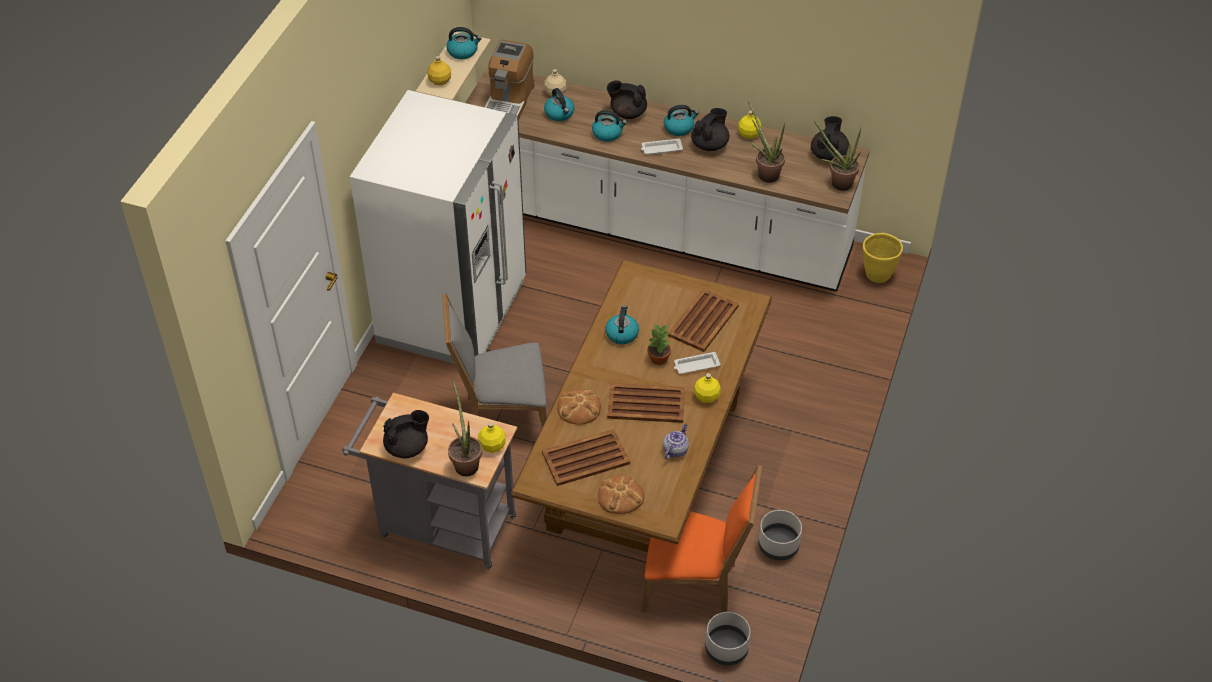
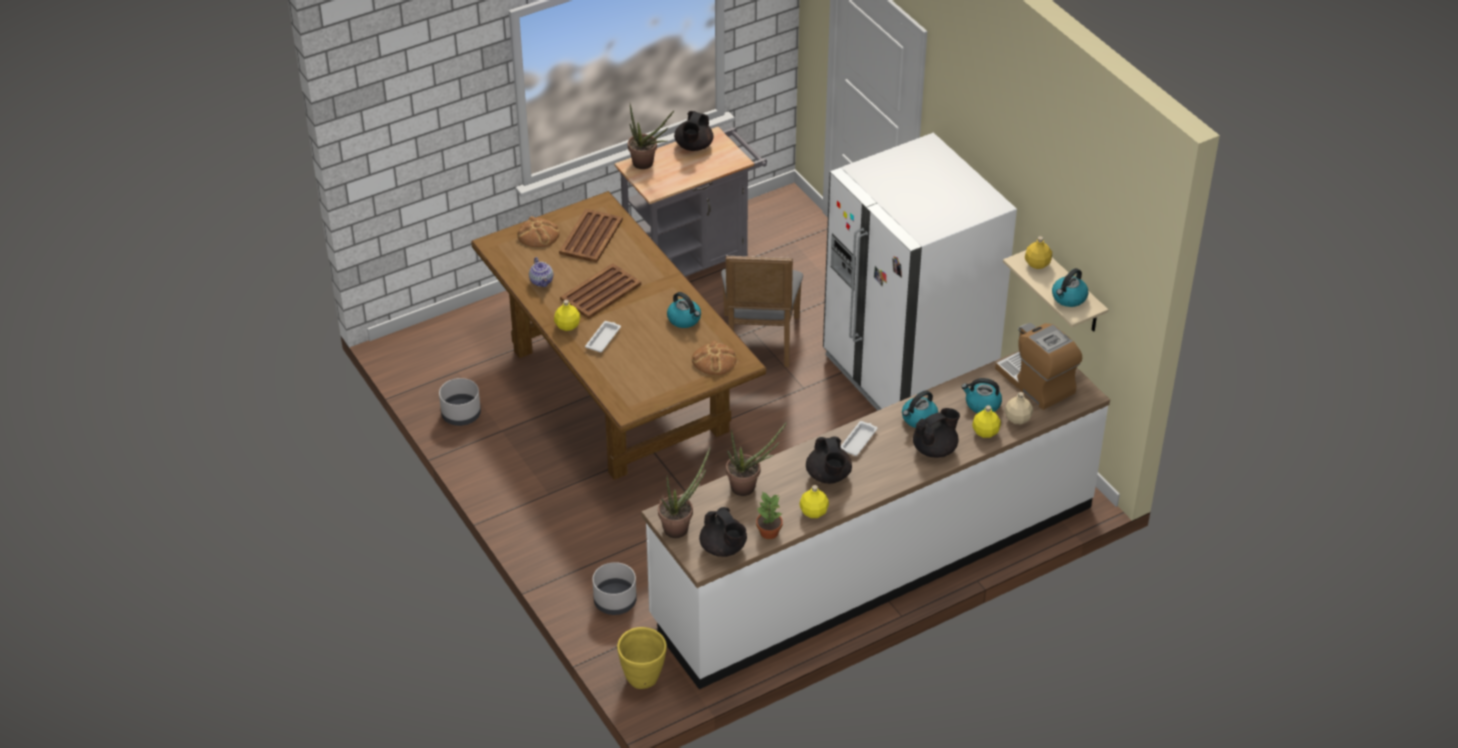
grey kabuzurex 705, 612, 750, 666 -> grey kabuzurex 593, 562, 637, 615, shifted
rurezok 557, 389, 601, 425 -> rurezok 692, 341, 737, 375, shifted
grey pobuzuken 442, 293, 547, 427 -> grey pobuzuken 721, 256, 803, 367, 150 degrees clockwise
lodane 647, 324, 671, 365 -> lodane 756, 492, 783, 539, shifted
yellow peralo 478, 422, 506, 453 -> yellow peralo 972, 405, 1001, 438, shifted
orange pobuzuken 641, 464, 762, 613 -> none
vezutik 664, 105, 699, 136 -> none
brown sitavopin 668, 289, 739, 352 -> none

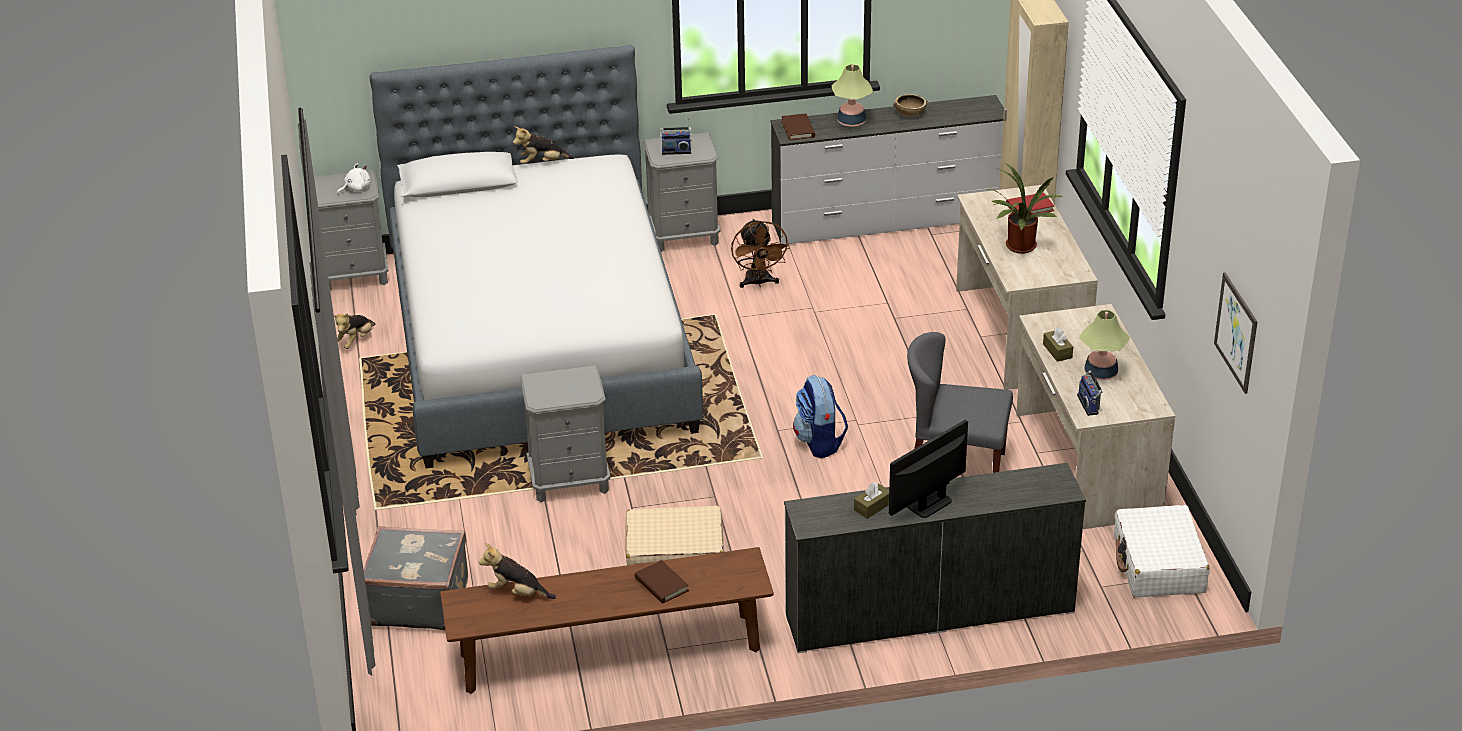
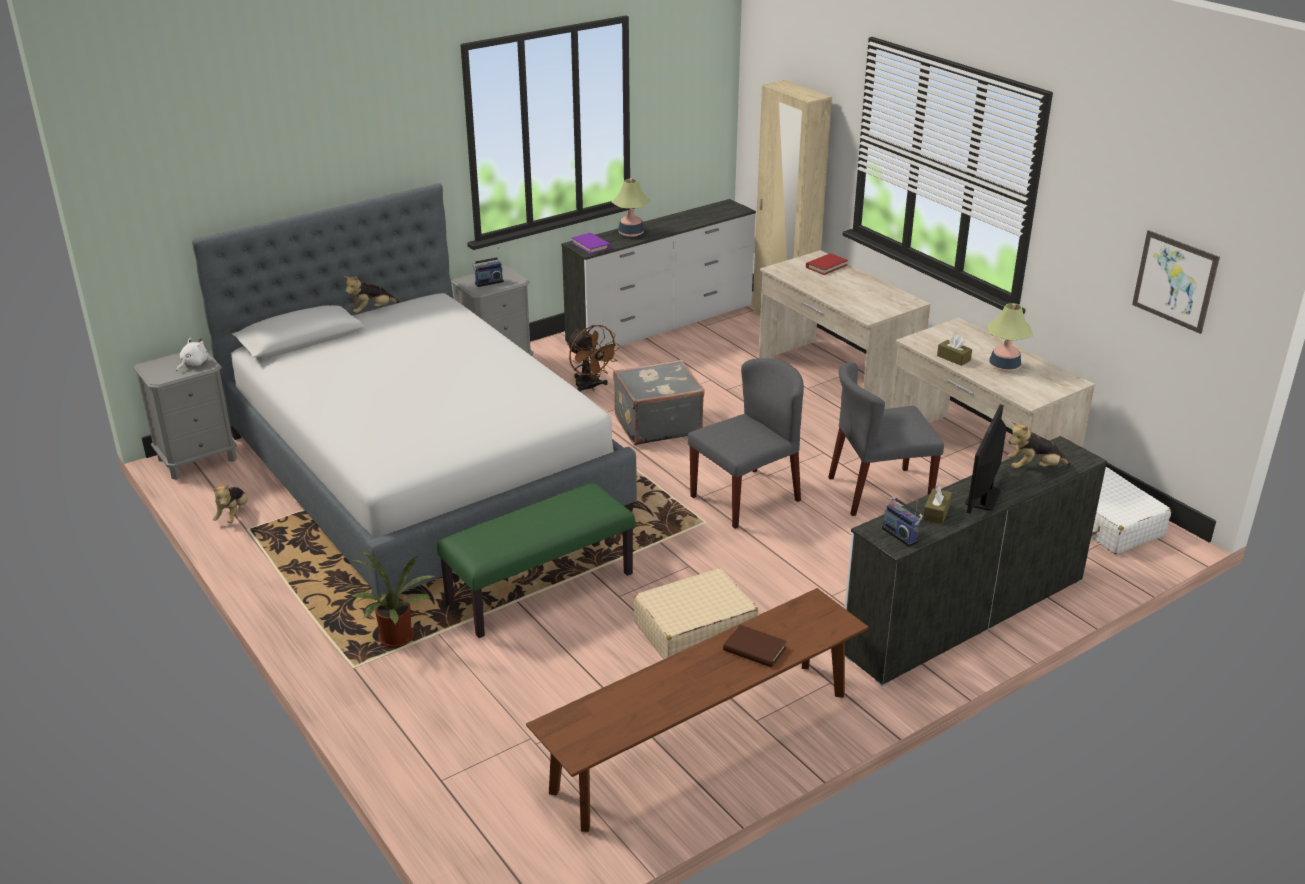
lodane 987, 163, 1063, 254 -> lodane 343, 551, 436, 648, shifted
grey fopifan 520, 365, 611, 502 -> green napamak 437, 483, 635, 638
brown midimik 781, 114, 815, 141 -> purple midimik 572, 233, 611, 254
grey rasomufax 363, 526, 468, 630 -> grey rasomufax 613, 360, 705, 446, shifted
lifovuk 793, 375, 848, 458 -> grey pobuzuken 687, 358, 804, 529
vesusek 1077, 370, 1102, 416 -> vesusek 882, 497, 923, 547, shifted
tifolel 479, 543, 556, 599 -> tifolel 1007, 422, 1072, 469, shifted
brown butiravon 893, 94, 927, 116 -> none

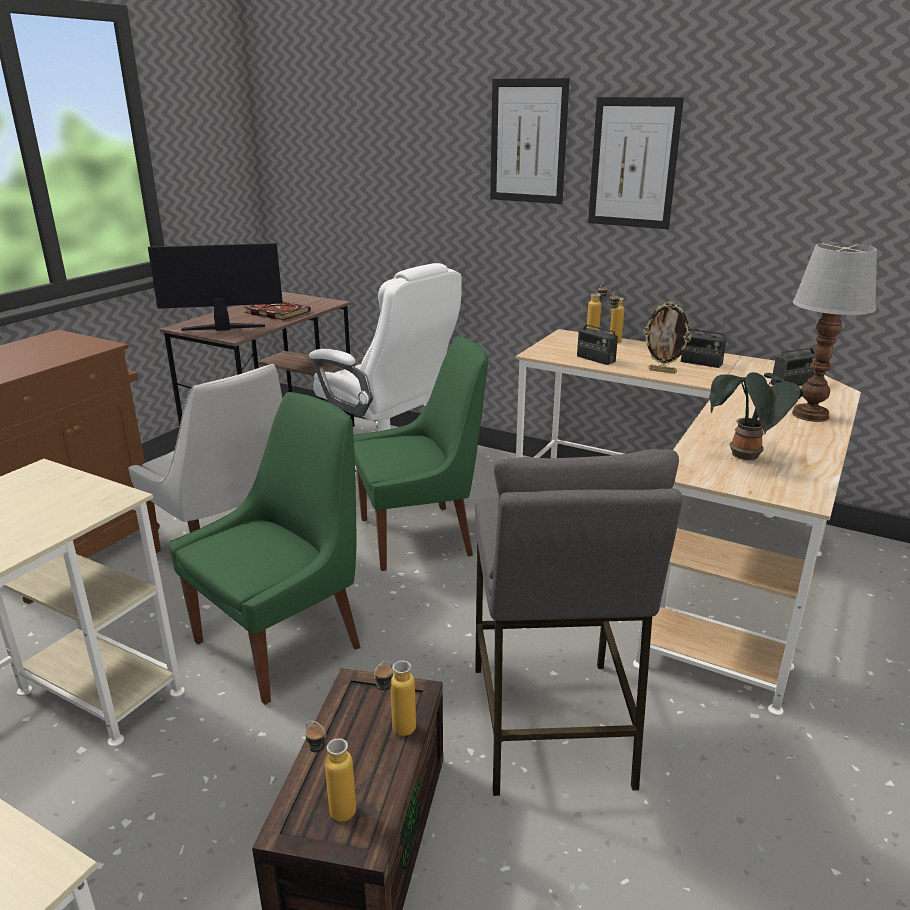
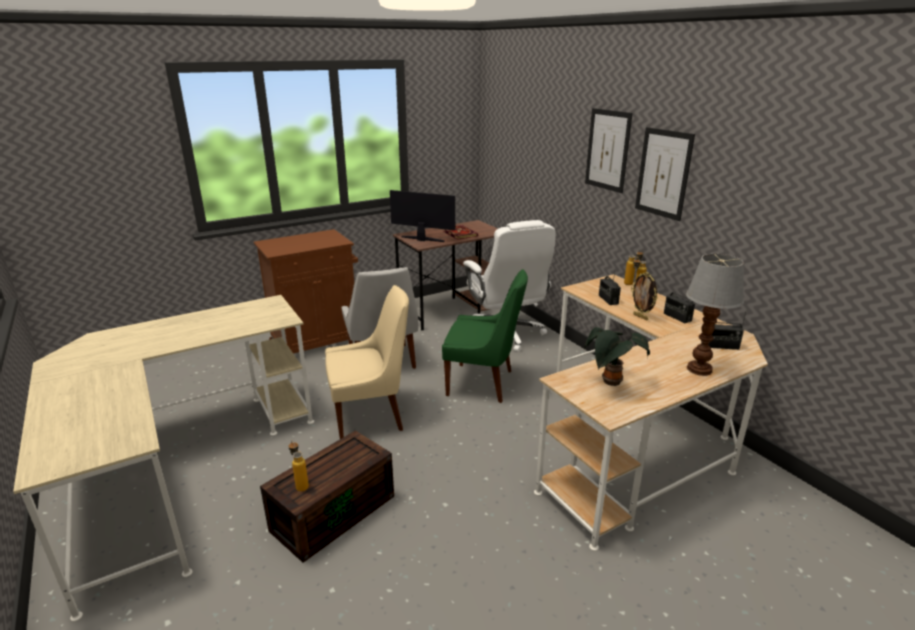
green pobuzuken 169, 392, 361, 705 -> beige pobuzuken 325, 285, 409, 439
peralo 374, 661, 416, 736 -> none
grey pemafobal 475, 449, 682, 796 -> none

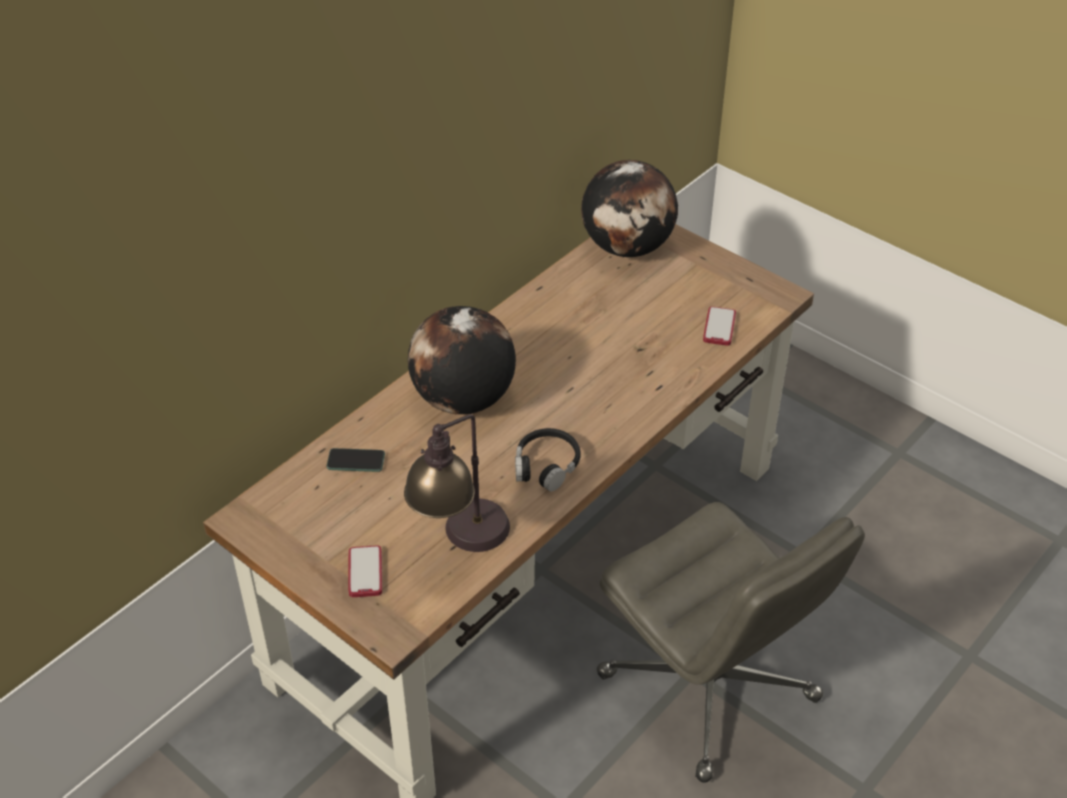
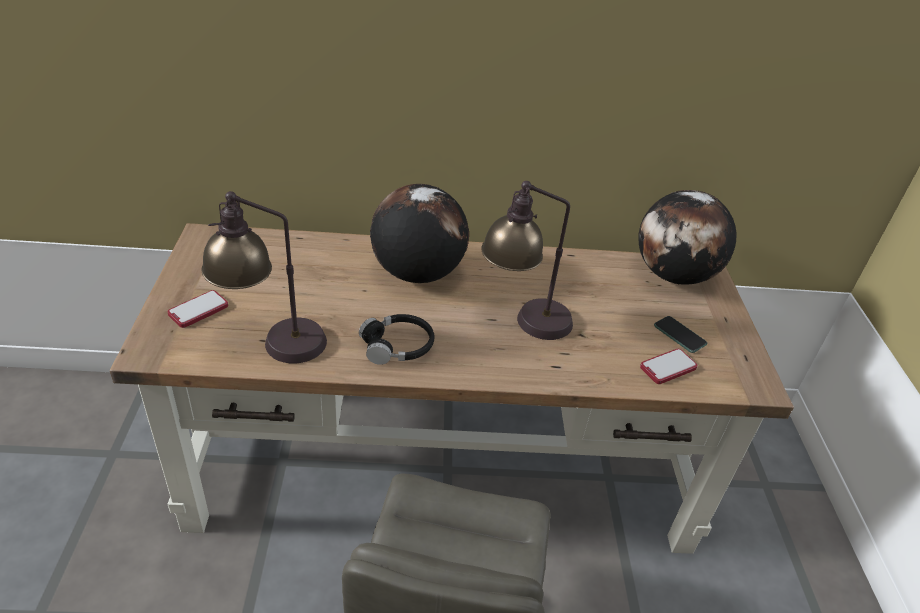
none -> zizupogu 481, 181, 573, 340
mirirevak 327, 448, 385, 472 -> mirirevak 654, 316, 707, 353, shifted

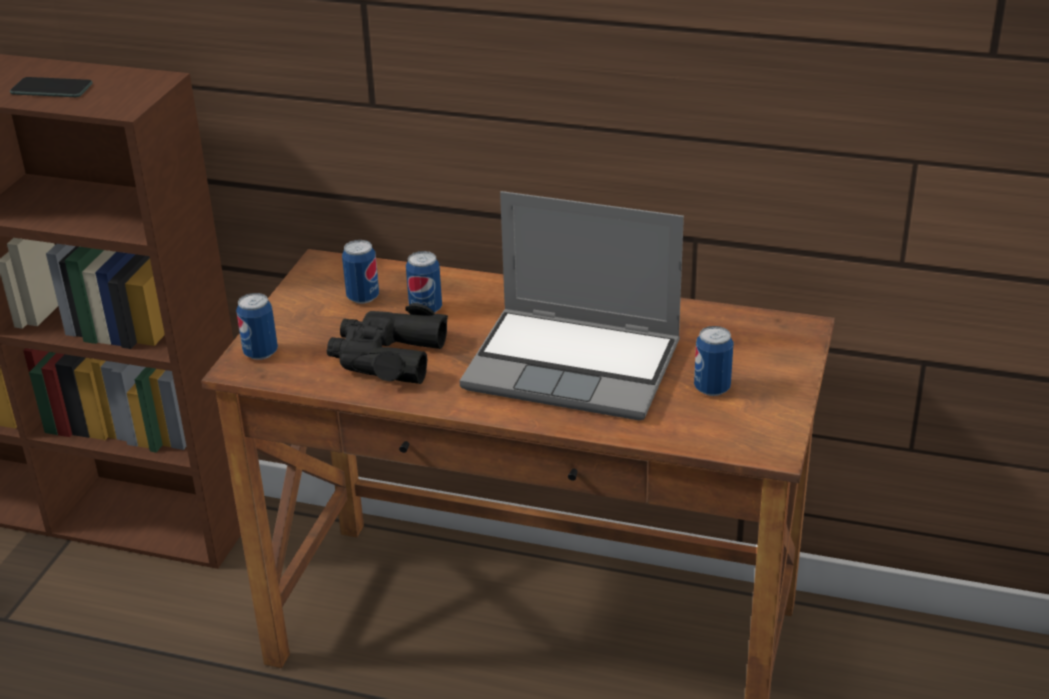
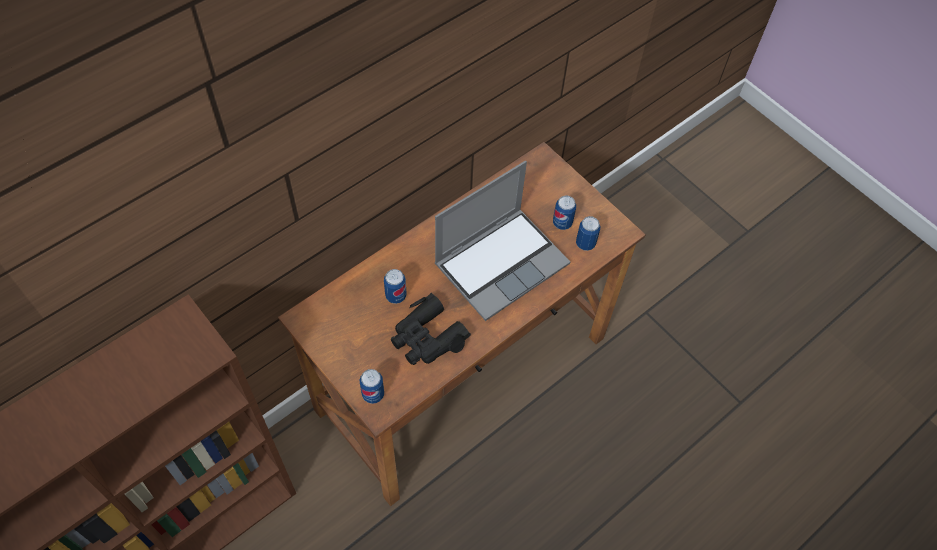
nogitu 342, 240, 379, 304 -> nogitu 576, 216, 600, 251, shifted
mirirevak 10, 77, 93, 97 -> none

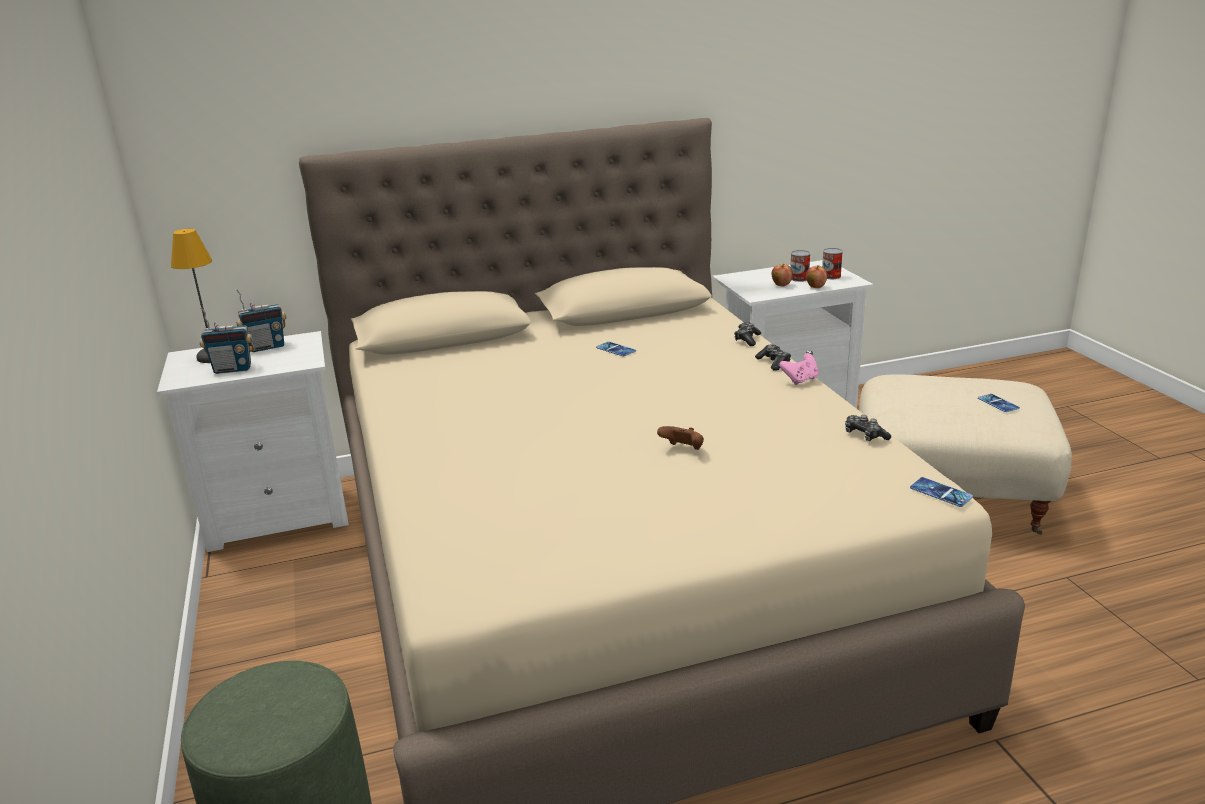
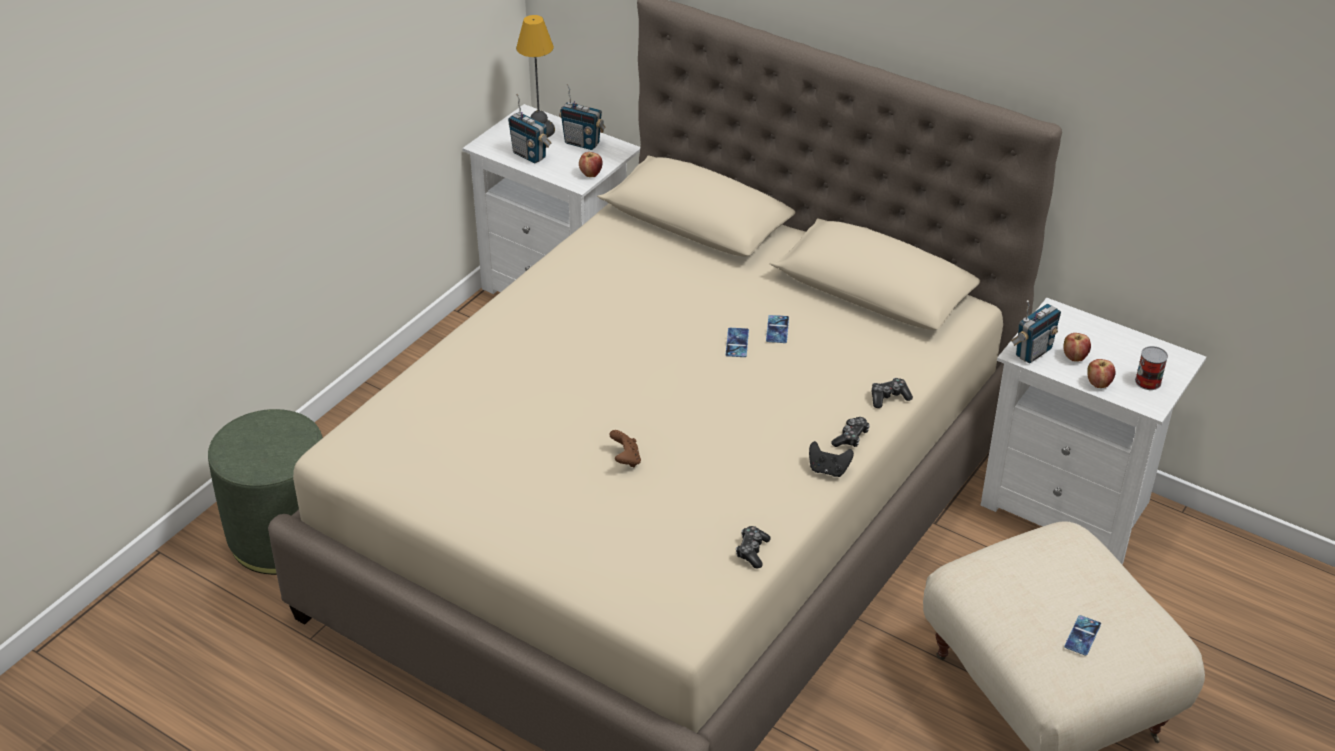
none -> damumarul 579, 152, 603, 177
mirirevak 910, 477, 973, 507 -> mirirevak 725, 328, 749, 357, shifted
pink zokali 779, 353, 819, 385 -> black zokali 809, 441, 854, 477
none -> vesusek 1011, 300, 1061, 363
nogitu 790, 250, 811, 282 -> none

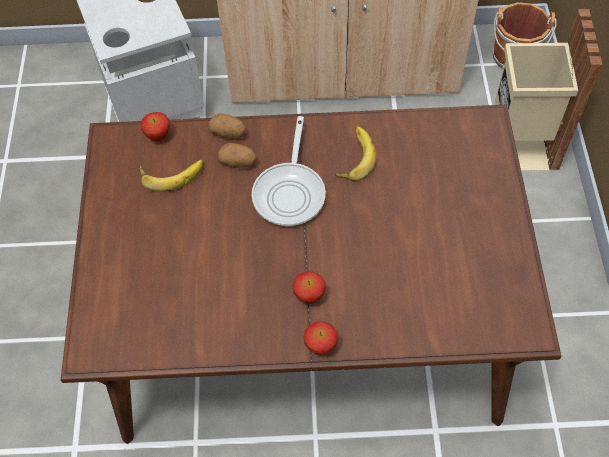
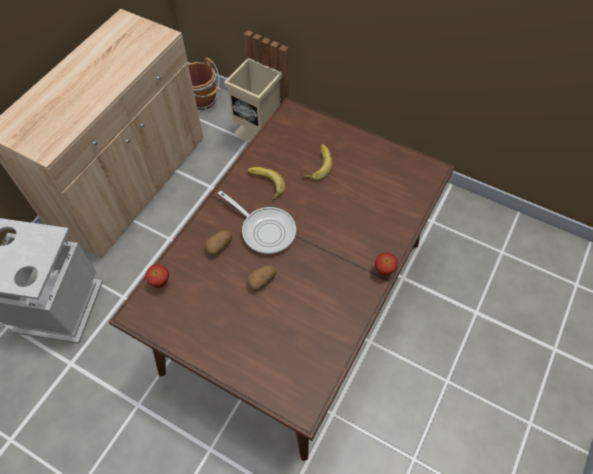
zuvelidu 208, 113, 246, 139 -> zuvelidu 248, 265, 276, 291, shifted
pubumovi 140, 160, 203, 192 -> pubumovi 302, 144, 333, 181, shifted
damumarul 293, 271, 326, 304 -> none

